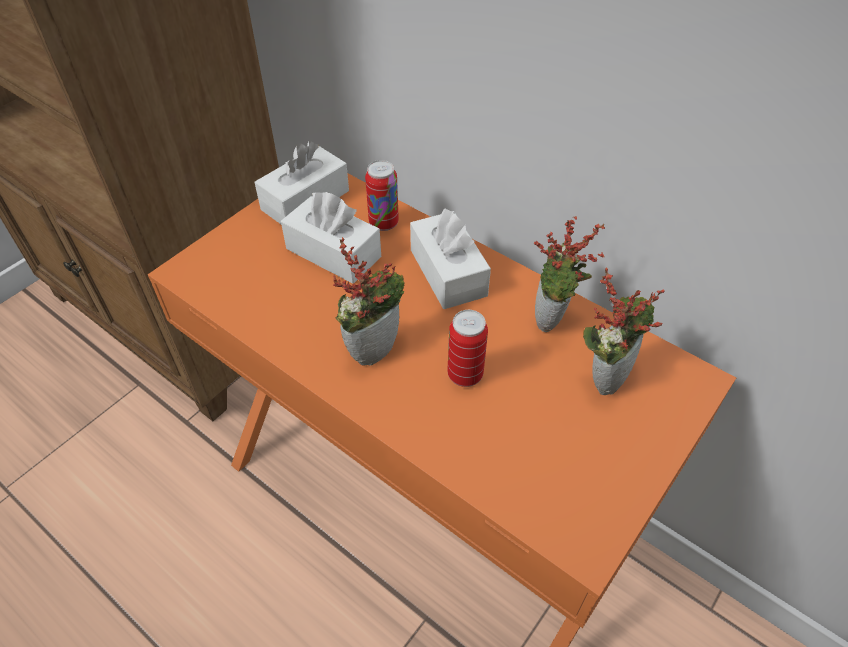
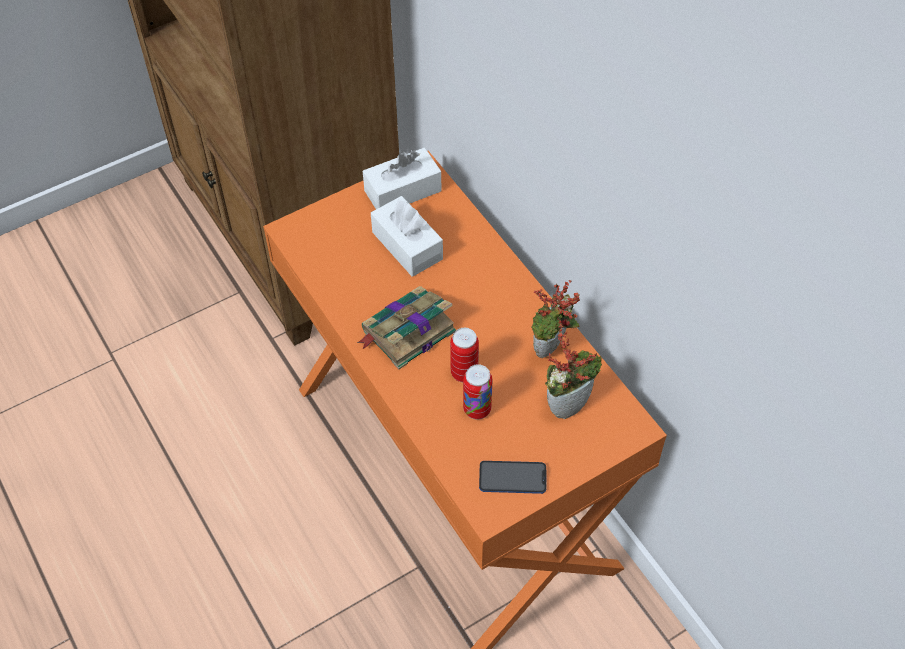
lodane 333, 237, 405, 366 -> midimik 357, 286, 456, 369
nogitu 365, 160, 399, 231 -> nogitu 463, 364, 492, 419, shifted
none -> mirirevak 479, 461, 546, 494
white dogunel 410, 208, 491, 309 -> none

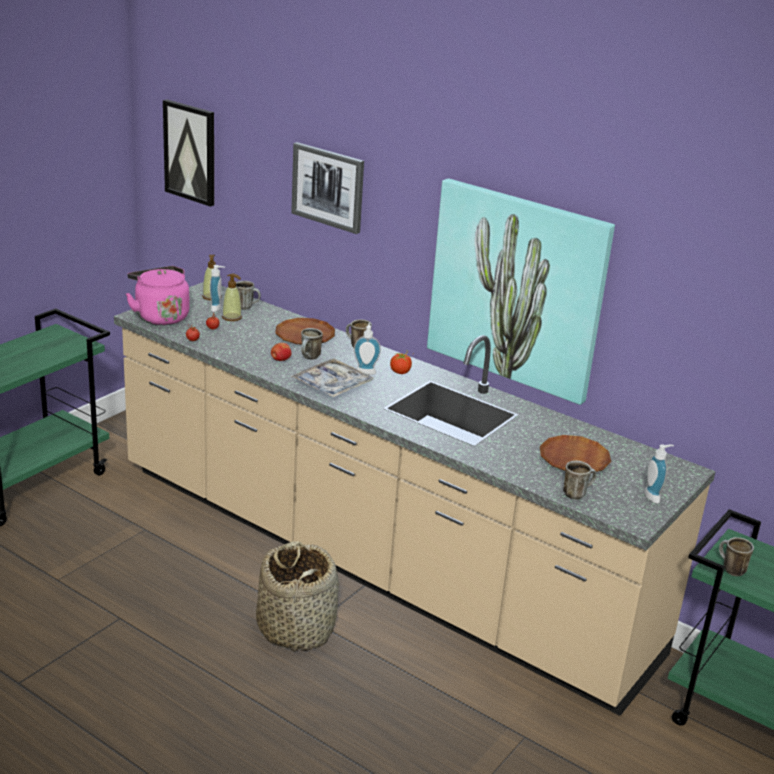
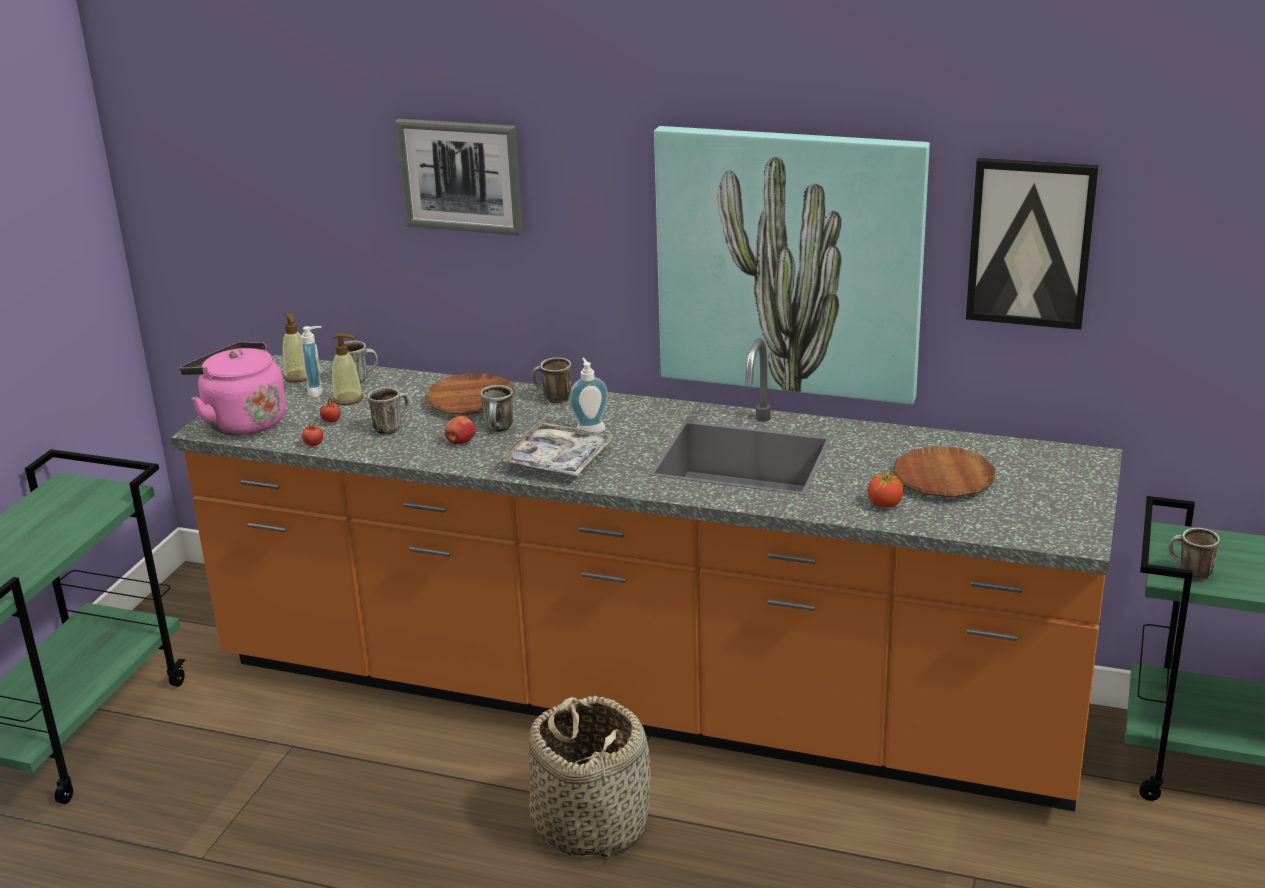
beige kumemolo 114, 282, 716, 716 -> orange kumemolo 171, 338, 1123, 812
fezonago 563, 460, 597, 500 -> fezonago 368, 387, 409, 435, shifted
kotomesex 390, 351, 413, 374 -> kotomesex 867, 467, 904, 508, shifted
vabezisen 163, 100, 214, 207 -> vabezisen 966, 158, 1099, 330, shifted
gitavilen 644, 444, 674, 503 -> none

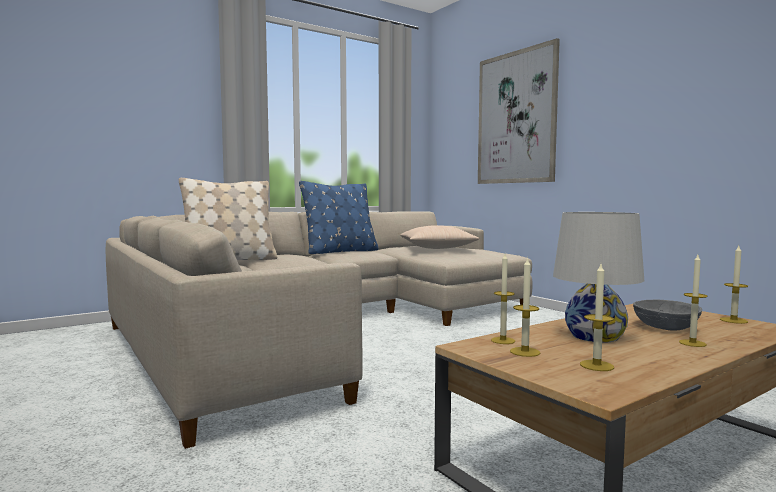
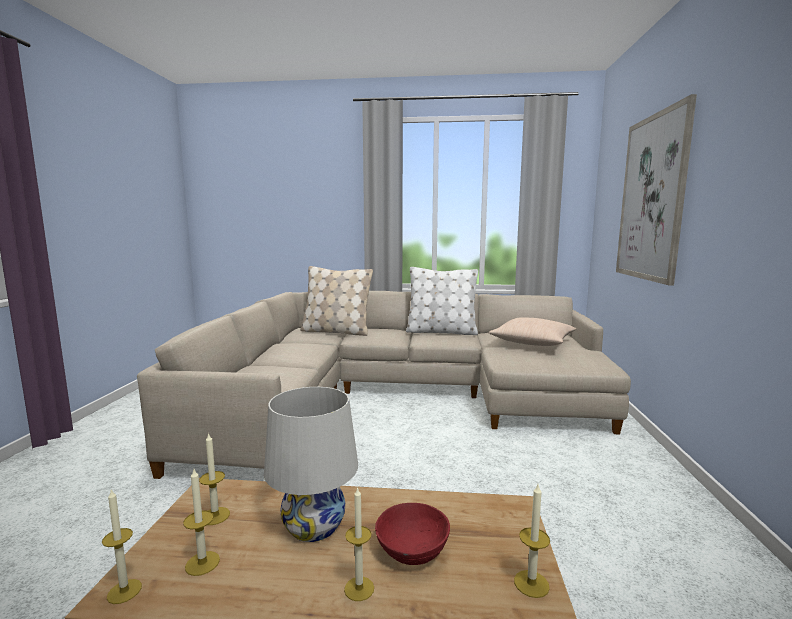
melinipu 491, 254, 515, 344 -> melinipu 102, 489, 142, 604, shifted
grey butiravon 633, 300, 702, 330 -> red butiravon 375, 503, 450, 565
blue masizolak 299, 181, 379, 254 -> white masizolak 406, 267, 478, 335

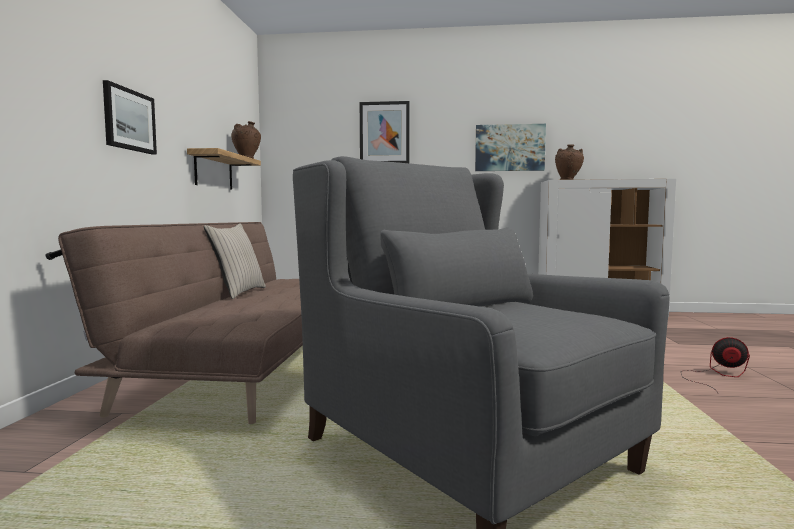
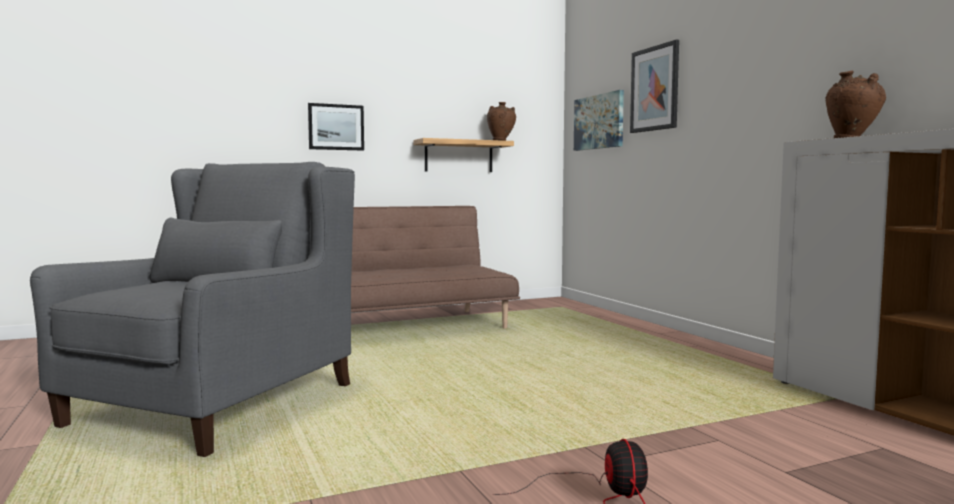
vabezisen 475, 124, 546, 171 -> vabezisen 574, 90, 624, 151, shifted
beige masizolak 204, 223, 266, 299 -> none

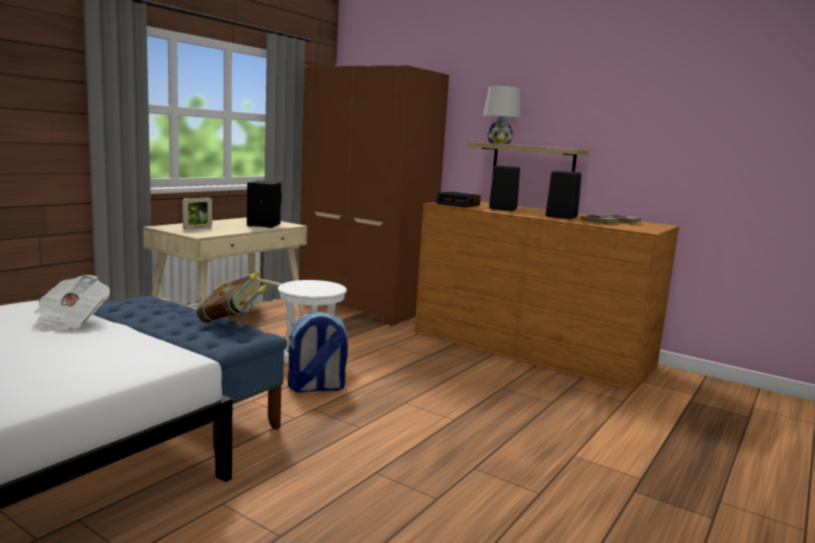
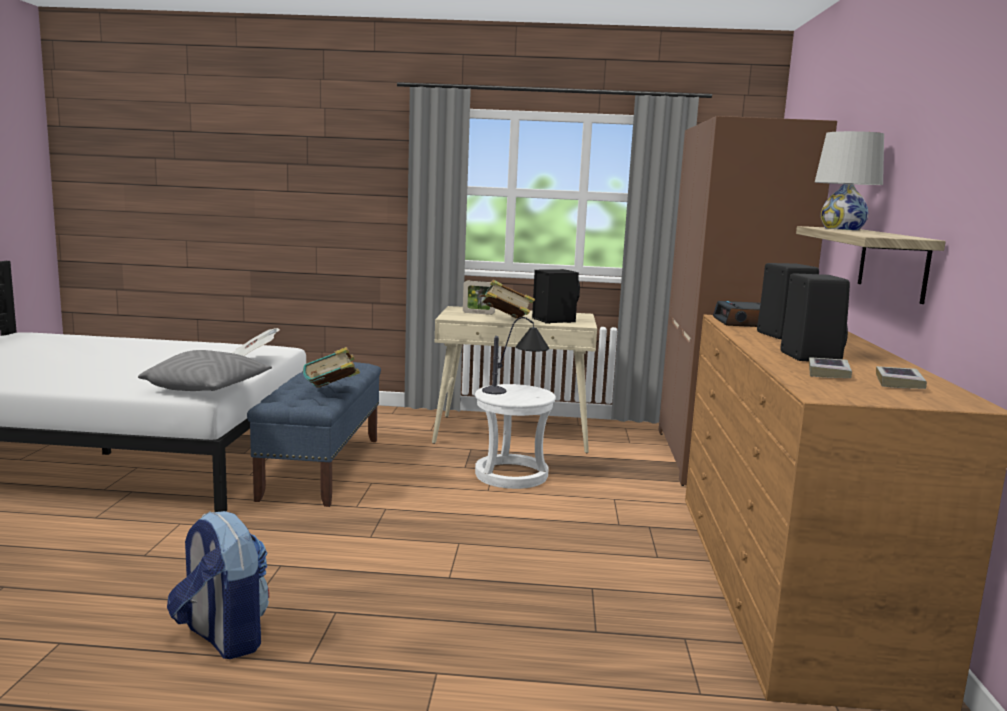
none -> grey masizolak 138, 350, 272, 391
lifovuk 288, 312, 348, 393 -> lifovuk 167, 511, 269, 659, shifted
none -> midimik 480, 280, 535, 319
none -> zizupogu 482, 317, 549, 394

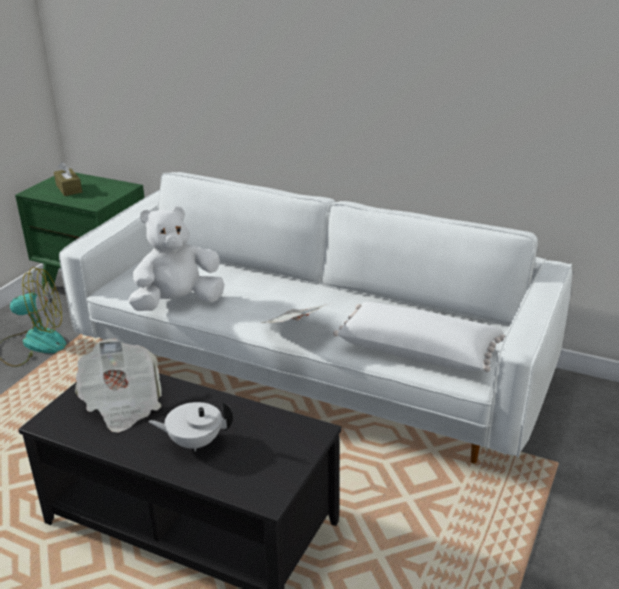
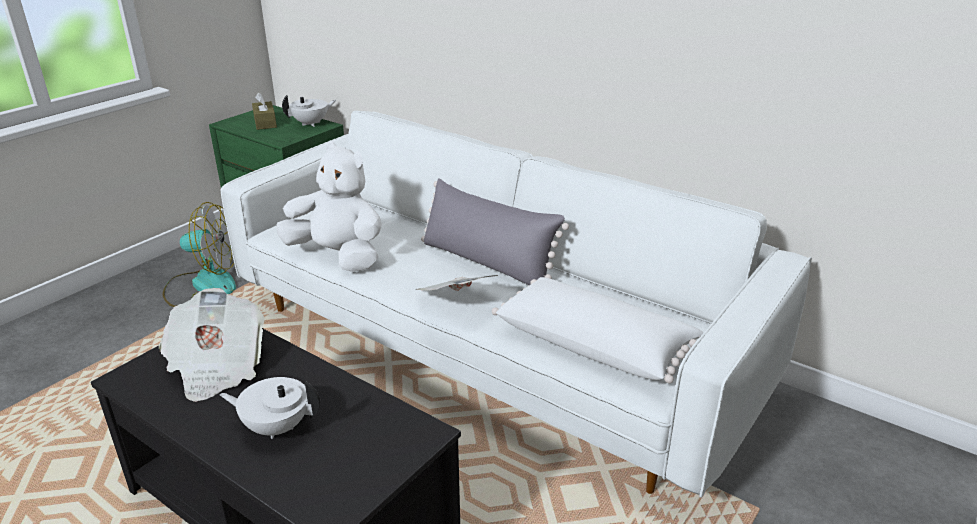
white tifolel 128, 206, 225, 311 -> white tifolel 276, 142, 382, 272, 45 degrees clockwise
none -> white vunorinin 282, 95, 336, 127
none -> grey masizolak 421, 178, 569, 285

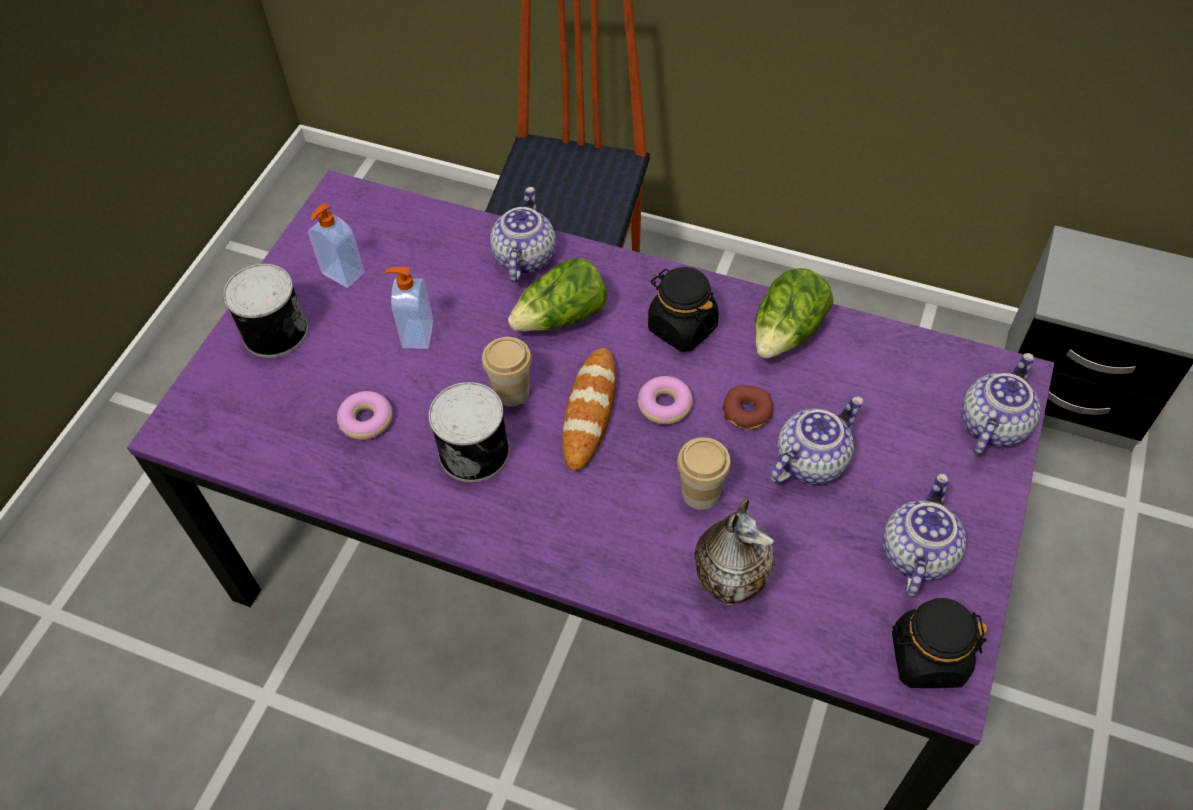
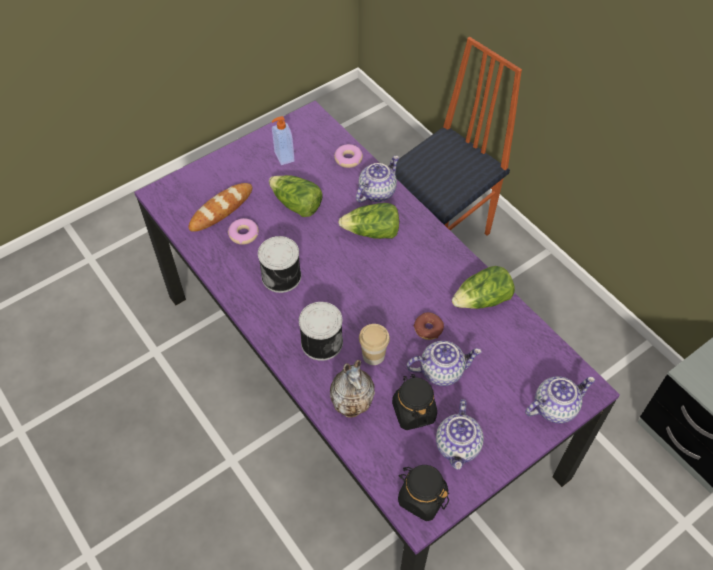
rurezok 562, 348, 616, 471 -> rurezok 188, 183, 252, 232, shifted
gitavilen 385, 267, 433, 349 -> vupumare 269, 175, 323, 217
nogitu 223, 264, 308, 358 -> nogitu 299, 302, 343, 361, shifted
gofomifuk 637, 376, 693, 425 -> gofomifuk 334, 144, 363, 168, shifted
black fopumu 648, 267, 719, 352 -> black fopumu 392, 374, 437, 430, shifted
vunorinin 883, 473, 966, 597 -> vunorinin 436, 399, 484, 470, 135 degrees clockwise
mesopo 482, 337, 532, 407 -> none

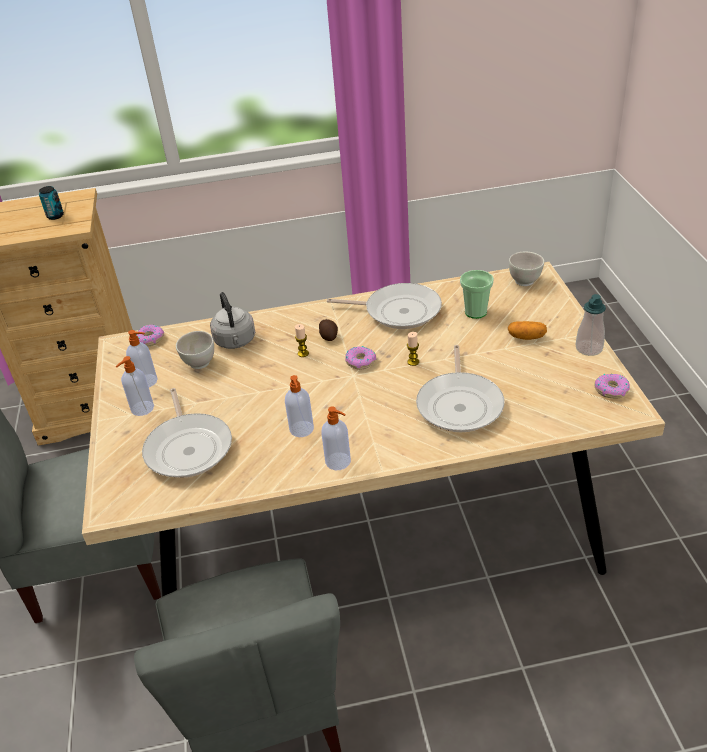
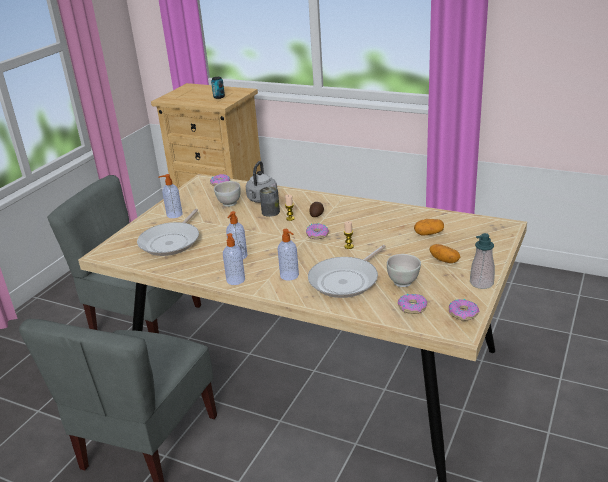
none -> nogitu 259, 187, 280, 217
gitavilen 126, 330, 158, 387 -> gitavilen 278, 229, 299, 281, shifted
white butiravon 509, 252, 544, 286 -> white butiravon 387, 254, 421, 287, shifted
none -> gofomifuk 398, 294, 427, 314
mesopo 460, 270, 494, 319 -> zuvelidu 414, 219, 444, 236
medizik 327, 283, 442, 329 -> none

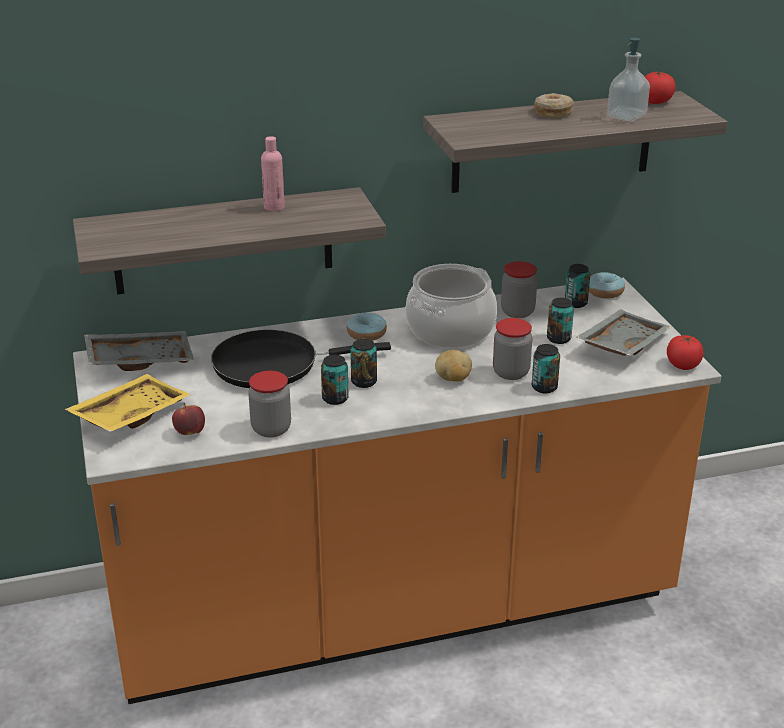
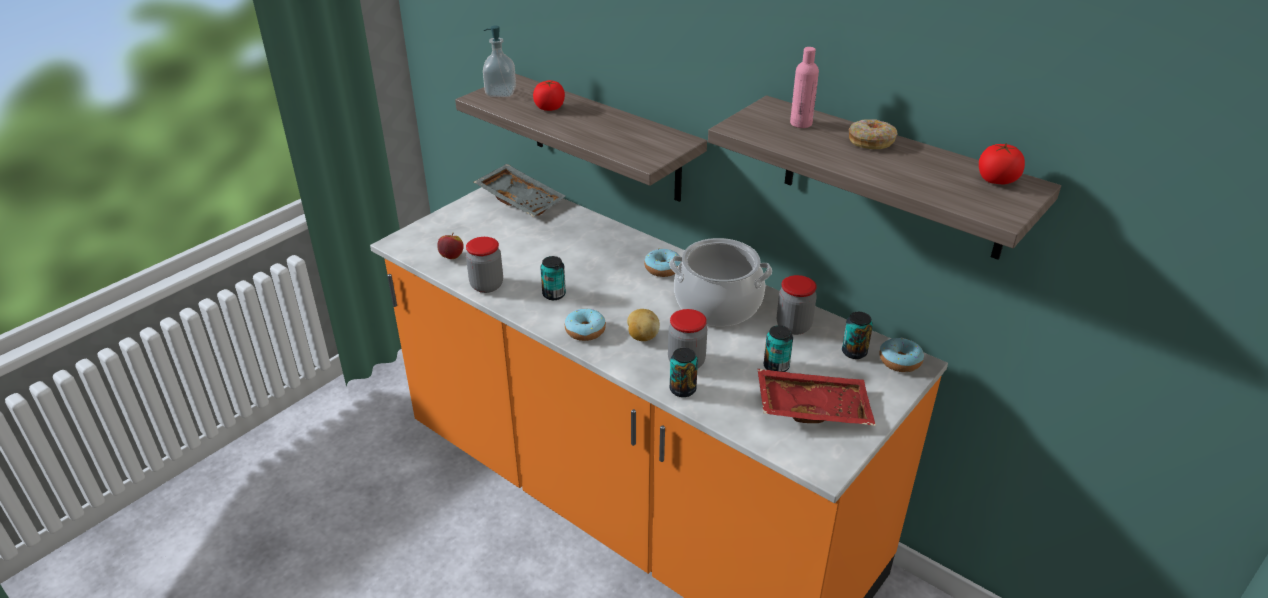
gitavilen 607, 38, 650, 122 -> gitavilen 483, 26, 516, 97, shifted
kotomesex 667, 335, 703, 370 -> kotomesex 533, 80, 565, 111, shifted
none -> gofomifuk 565, 309, 606, 341
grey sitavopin 577, 309, 671, 356 -> red sitavopin 758, 369, 876, 426
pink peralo 261, 136, 285, 211 -> pink peralo 790, 47, 819, 128, shifted
yellow sitavopin 65, 374, 191, 432 -> none
black medizik 211, 330, 391, 388 -> none
nogitu 351, 339, 377, 388 -> none

